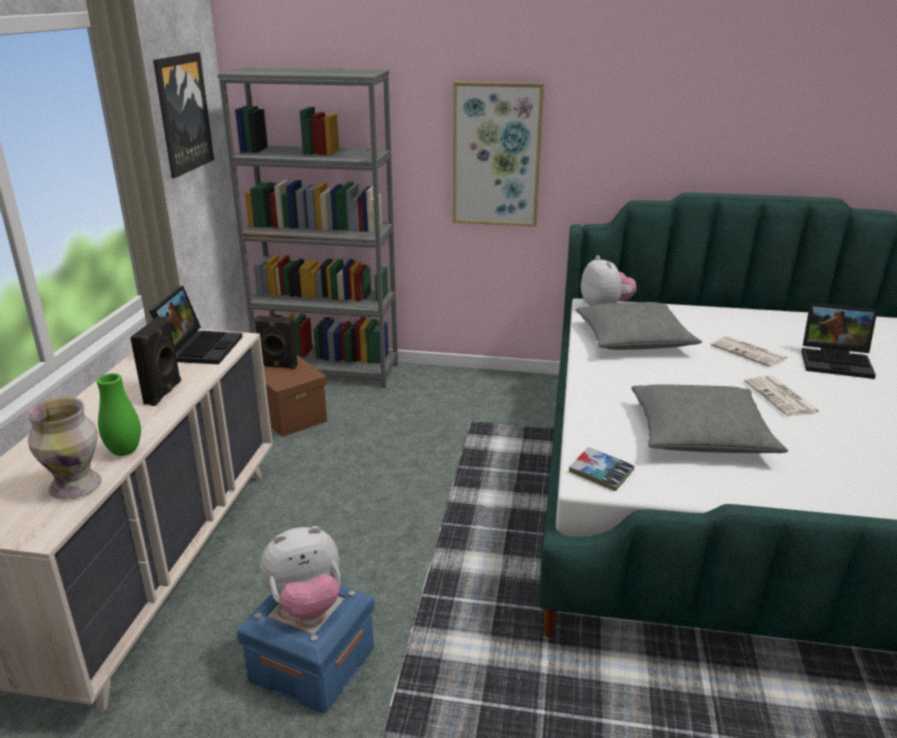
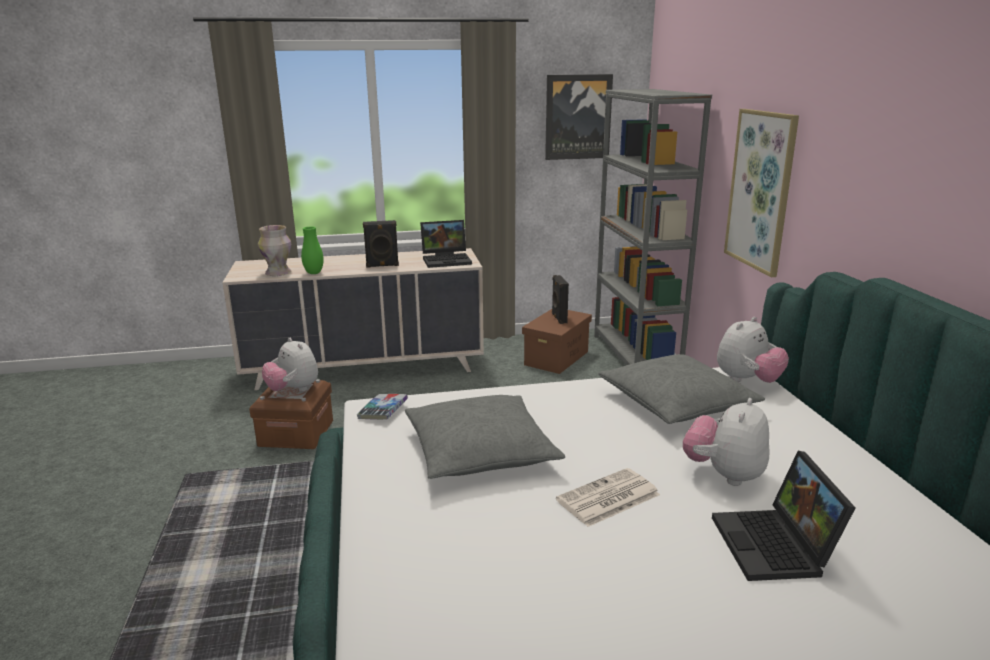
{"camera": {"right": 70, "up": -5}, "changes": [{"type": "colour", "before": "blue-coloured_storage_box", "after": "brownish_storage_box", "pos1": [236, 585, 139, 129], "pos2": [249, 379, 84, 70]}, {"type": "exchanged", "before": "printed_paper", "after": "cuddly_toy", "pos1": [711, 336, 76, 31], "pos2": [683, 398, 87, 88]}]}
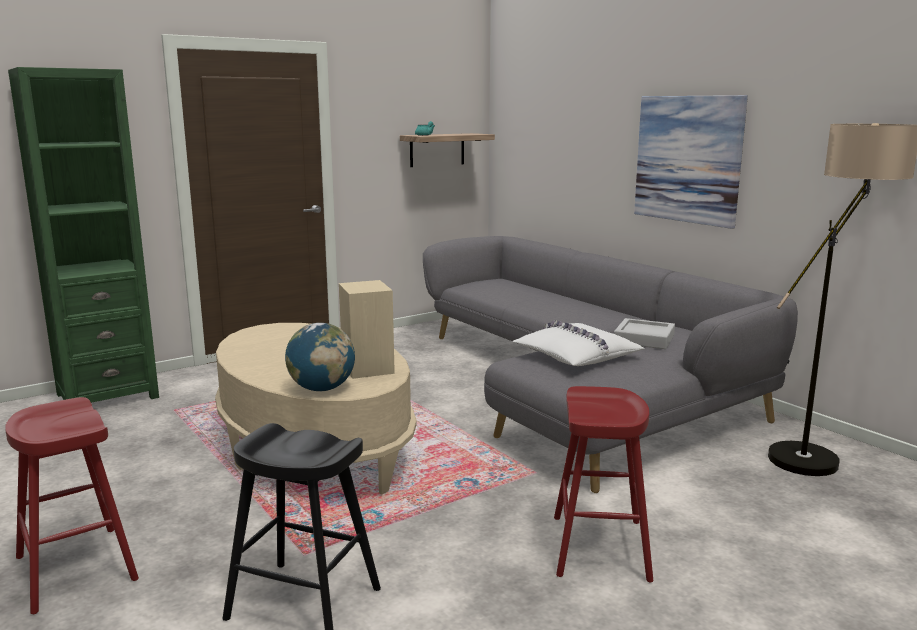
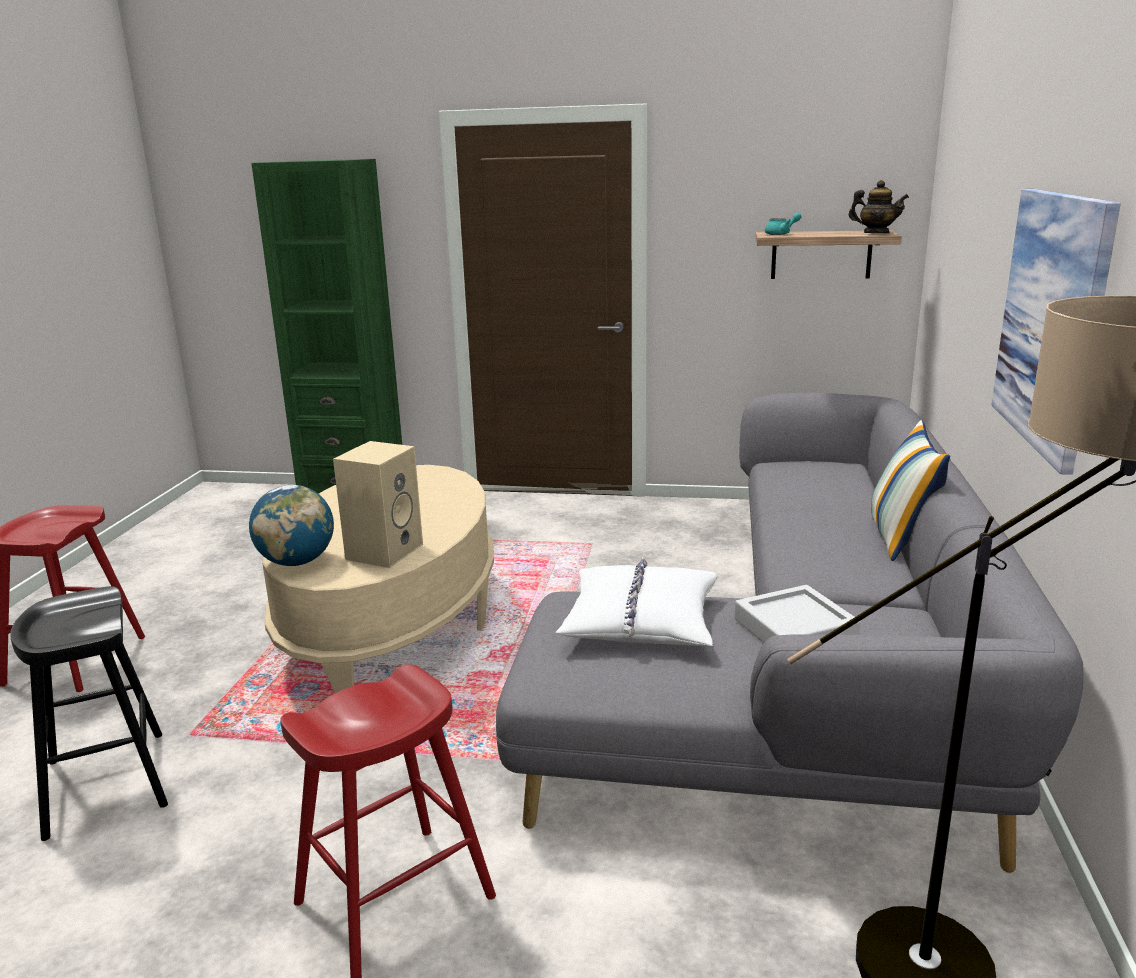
{"camera": {"right": 45, "up": 5}, "changes": [{"type": "appeared", "after": "tea_pot", "pos2": [848, 180, 61, 53]}, {"type": "appeared", "after": "pillow", "pos2": [871, 420, 79, 141]}]}
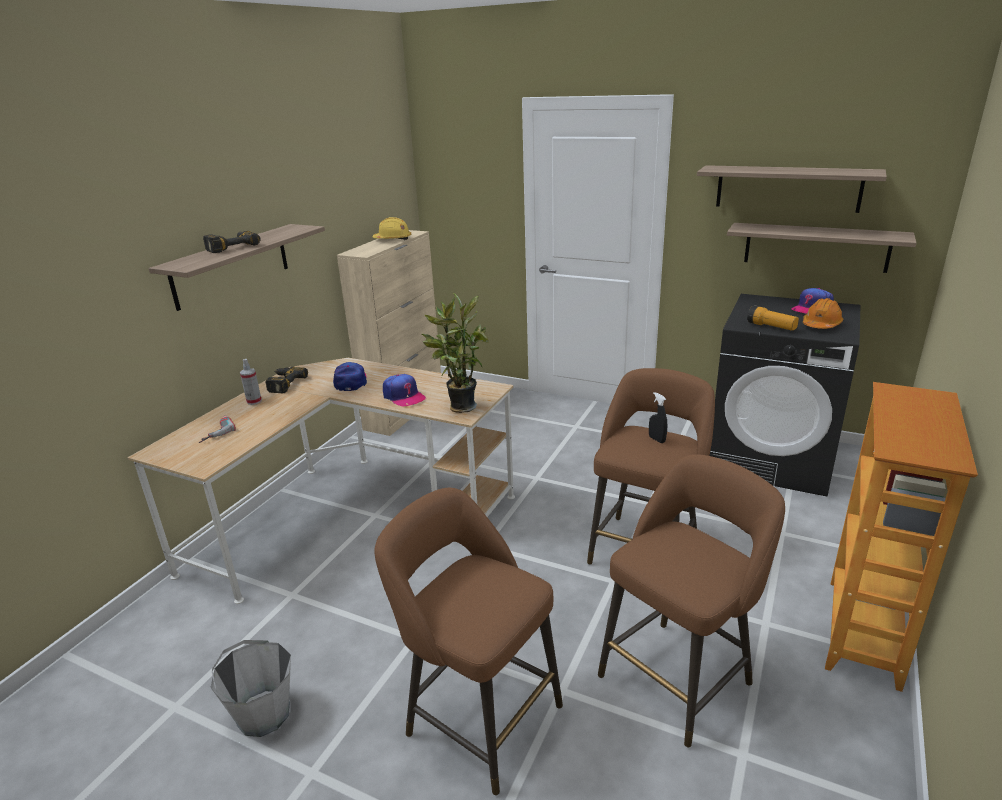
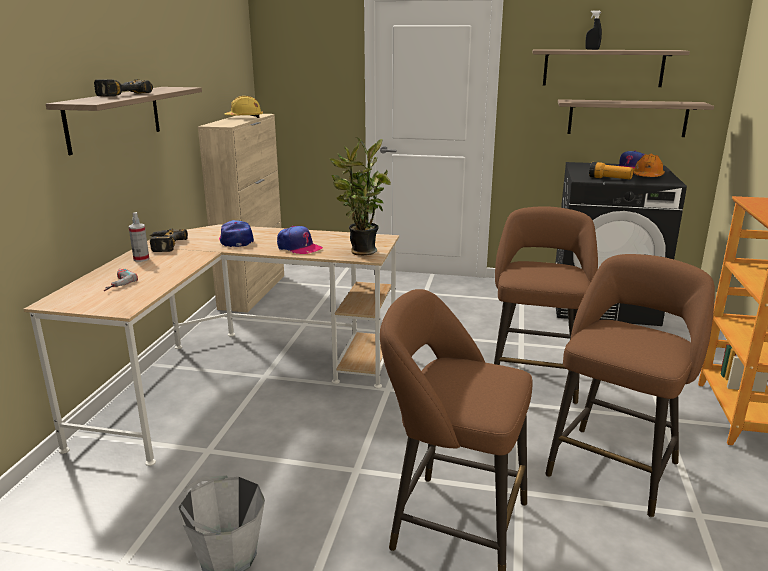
{"camera": {"right": -15, "up": -5}, "changes": [{"type": "relocated", "before": "blackish_sprayer", "pos1": [649, 392, 18, 51], "pos2": [585, 10, 17, 40]}]}
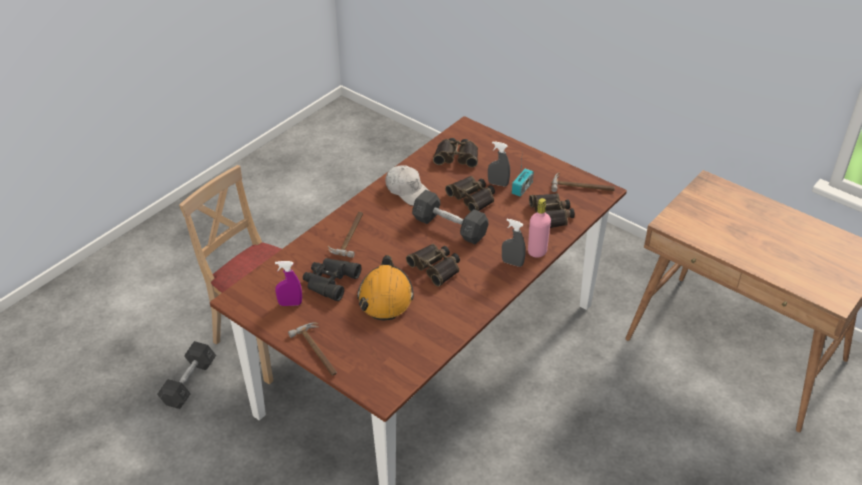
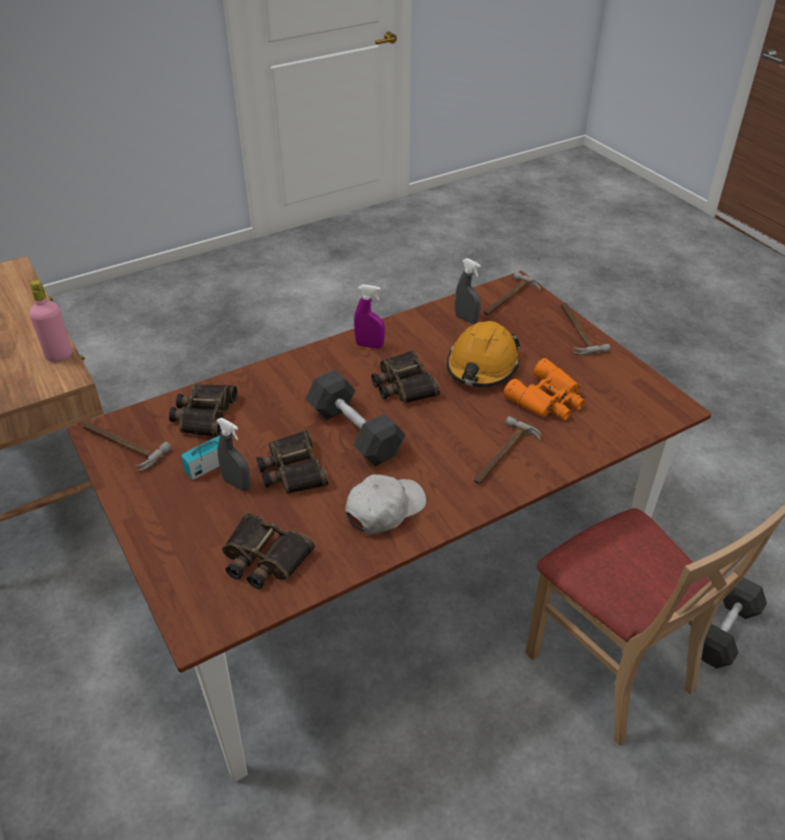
{"camera": {"right": -160, "up": 0}, "changes": [{"type": "relocated", "before": "pinkish_beverage_bottle", "pos1": [528, 198, 23, 60], "pos2": [30, 280, 42, 82]}, {"type": "spun", "before": "white_peaked_cap", "pos1": [385, 165, 44, 41], "pos2": [345, 474, 81, 61], "turn": 75}, {"type": "relocated", "before": "purplish_sprayer", "pos1": [275, 261, 27, 45], "pos2": [354, 284, 31, 65]}, {"type": "relocated", "before": "greyish_sprayer", "pos1": [502, 219, 24, 48], "pos2": [455, 258, 26, 66]}, {"type": "appeared", "after": "hammer", "pos2": [484, 272, 58, 43]}, {"type": "colour", "before": "blackish_pair_of_binoculars", "after": "orange_pair_of_binoculars", "pos1": [303, 258, 58, 43], "pos2": [504, 358, 81, 62]}]}
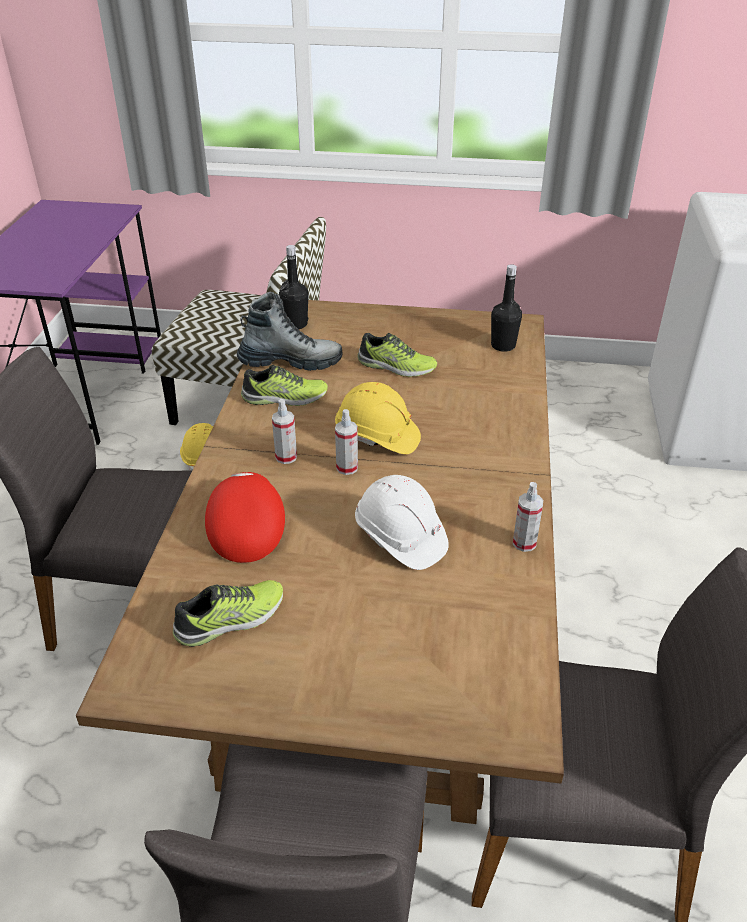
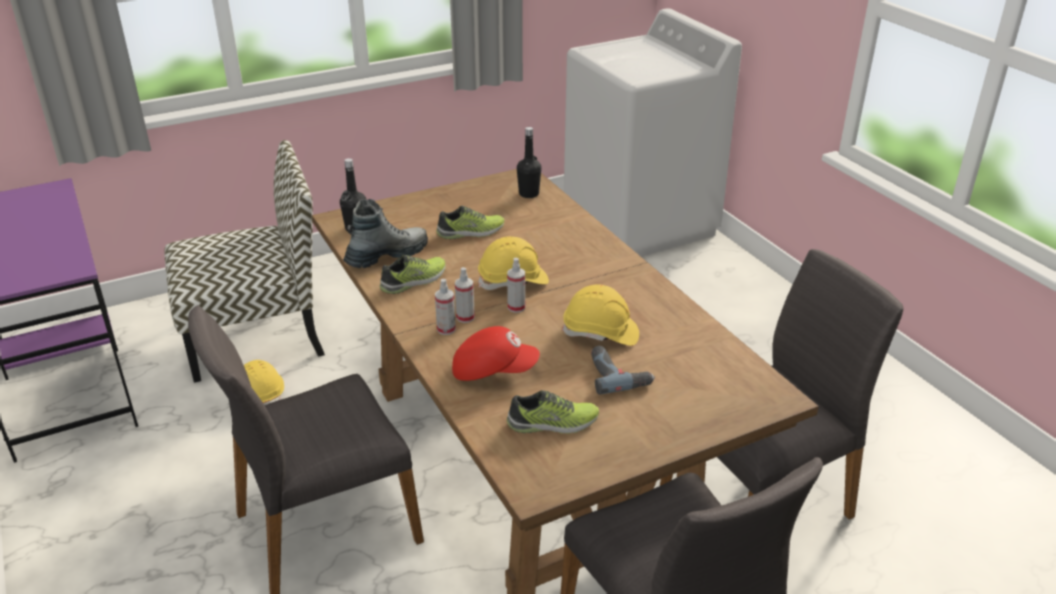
{"camera": {"right": -35, "up": -5}, "changes": [{"type": "relocated", "before": "sprayer", "pos1": [513, 482, 30, 70], "pos2": [435, 279, 21, 56]}, {"type": "spun", "before": "reddish_peaked_cap", "pos1": [205, 472, 80, 91], "pos2": [452, 326, 88, 55], "turn": 135}, {"type": "spun", "before": "shoe", "pos1": [173, 580, 110, 67], "pos2": [507, 390, 92, 44], "turn": 60}, {"type": "colour", "before": "white_safety_helmet", "after": "yellow_safety_helmet", "pos1": [355, 475, 94, 95], "pos2": [562, 285, 77, 61]}, {"type": "appeared", "after": "electric_drill", "pos2": [591, 346, 64, 49]}]}
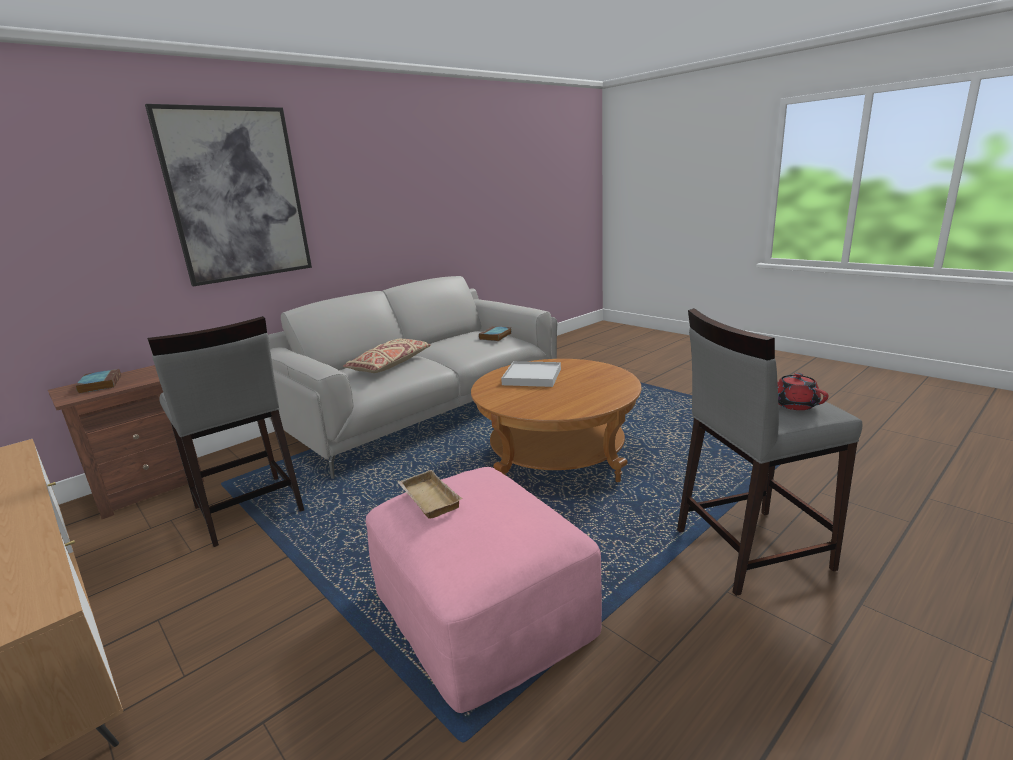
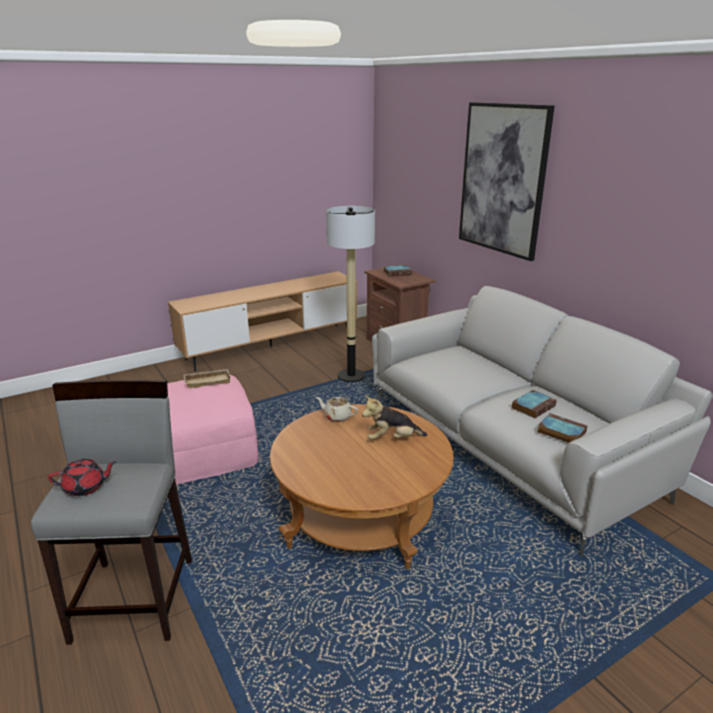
{"camera": {"right": 100, "up": 5}, "changes": [{"type": "appeared", "after": "beige_tea_pot", "pos2": [316, 397, 42, 25]}, {"type": "exchanged", "before": "greyish_stool_seat", "after": "standard_lamp", "pos1": [147, 316, 157, 231], "pos2": [326, 206, 49, 176]}, {"type": "exchanged", "before": "white_carrying_tray", "after": "cuddly_toy", "pos1": [501, 361, 60, 26], "pos2": [362, 396, 65, 43]}, {"type": "appeared", "after": "book", "pos2": [512, 390, 45, 29]}, {"type": "missing", "before": "beige_pillow", "pos1": [343, 339, 88, 34]}]}
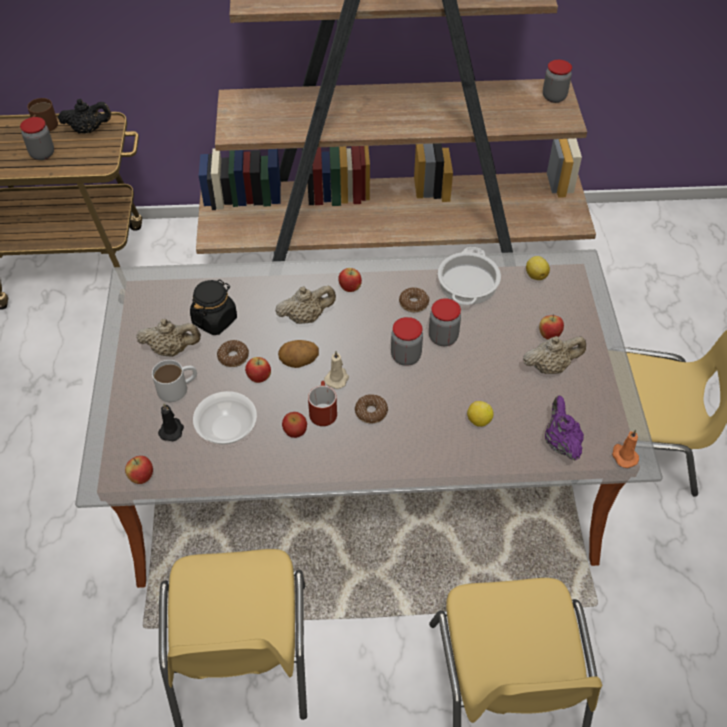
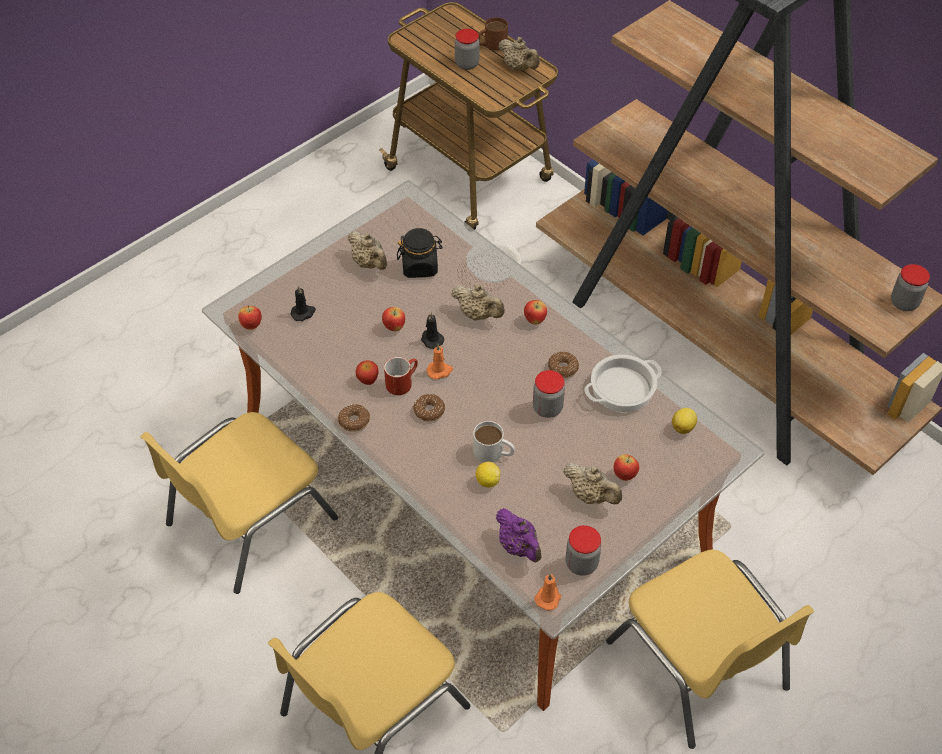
{"camera": {"right": 50, "up": 0}, "changes": [{"type": "relocated", "before": "doughnut", "pos1": [217, 340, 32, 27], "pos2": [338, 404, 32, 28]}, {"type": "exchanged", "before": "potato", "after": "blackish_candle", "pos1": [278, 340, 41, 28], "pos2": [421, 312, 23, 37]}, {"type": "colour", "before": "beige_candle", "after": "orange_candle", "pos1": [324, 351, 25, 38], "pos2": [427, 344, 26, 35]}, {"type": "relocated", "before": "serving_bowl", "pos1": [193, 391, 64, 54], "pos2": [466, 240, 55, 43]}, {"type": "relocated", "before": "white_mug", "pos1": [152, 360, 45, 42], "pos2": [473, 421, 42, 41]}, {"type": "spun", "before": "purplish_tea_pot", "pos1": [545, 395, 39, 65], "pos2": [496, 508, 46, 54], "turn": 105}, {"type": "colour", "before": "blackish_tea_pot", "after": "beige_tea_pot", "pos1": [58, 99, 53, 35], "pos2": [498, 37, 42, 34]}, {"type": "relocated", "before": "jar", "pos1": [391, 317, 32, 49], "pos2": [566, 525, 35, 51]}]}
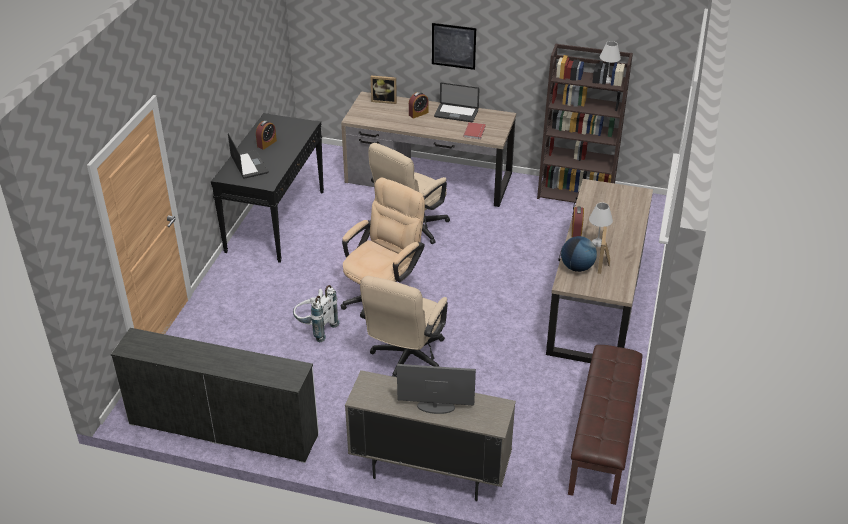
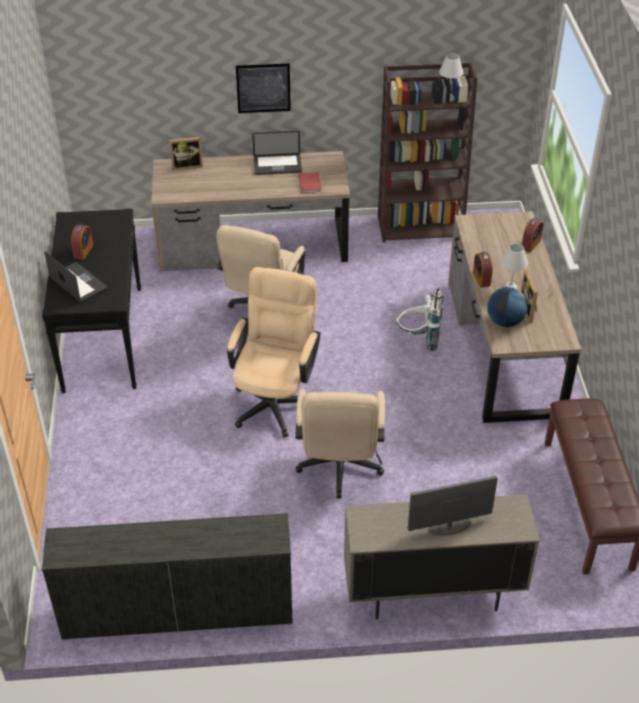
{"camera": {"right": -20, "up": 5}, "changes": [{"type": "relocated", "before": "white_knapsack", "pos1": [293, 285, 47, 57], "pos2": [396, 289, 47, 62]}, {"type": "relocated", "before": "bedside_clock", "pos1": [409, 92, 20, 27], "pos2": [522, 218, 21, 34]}]}
